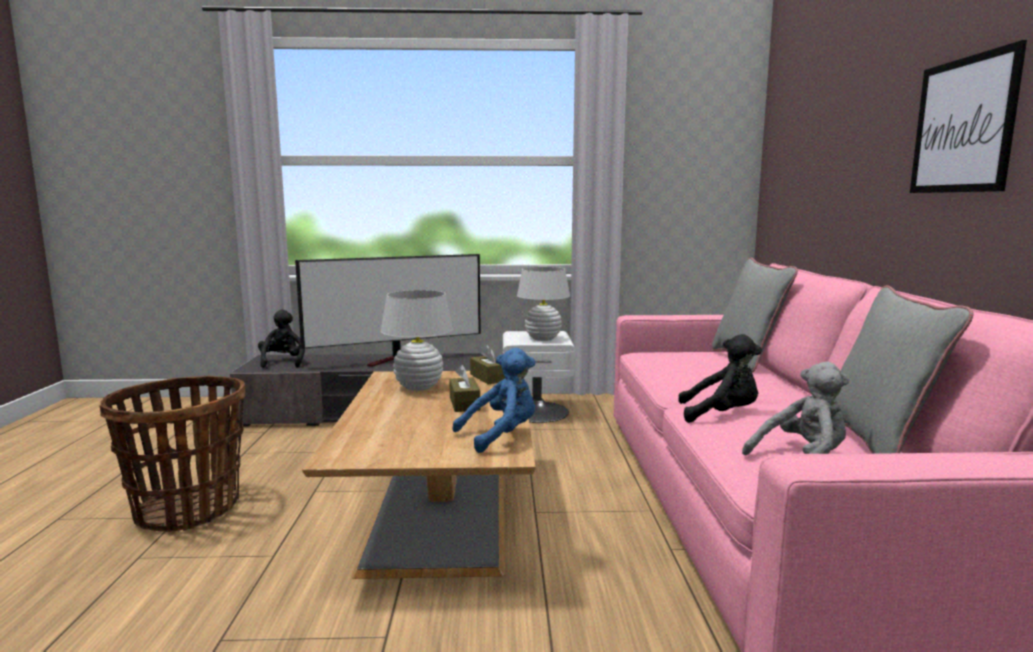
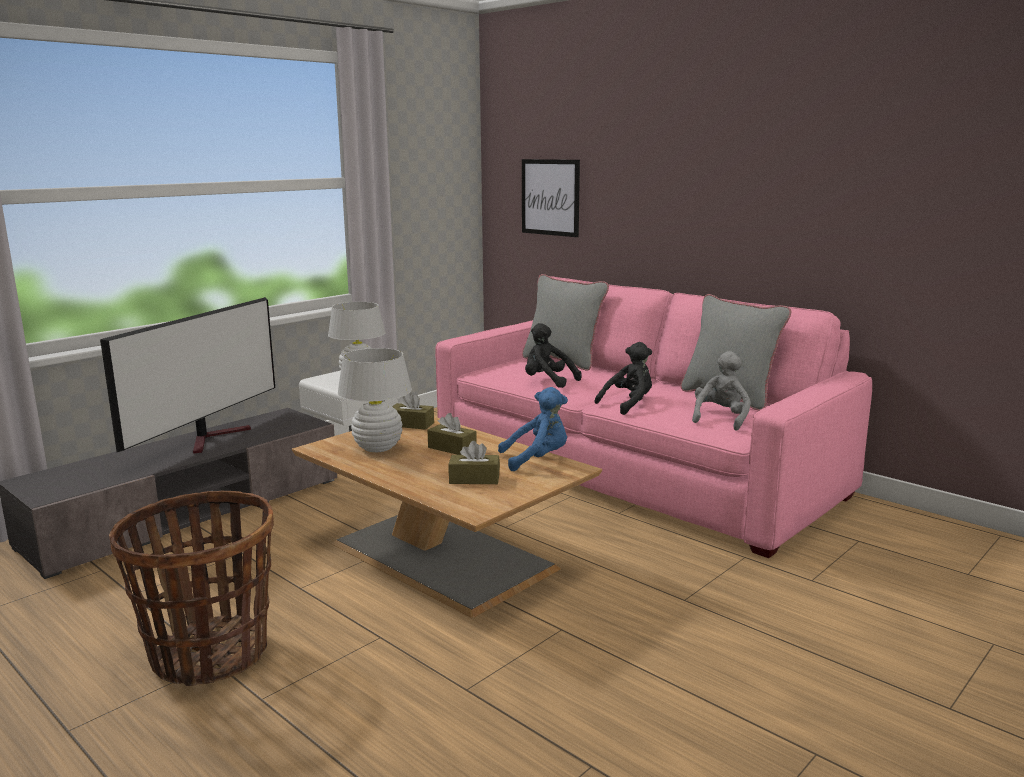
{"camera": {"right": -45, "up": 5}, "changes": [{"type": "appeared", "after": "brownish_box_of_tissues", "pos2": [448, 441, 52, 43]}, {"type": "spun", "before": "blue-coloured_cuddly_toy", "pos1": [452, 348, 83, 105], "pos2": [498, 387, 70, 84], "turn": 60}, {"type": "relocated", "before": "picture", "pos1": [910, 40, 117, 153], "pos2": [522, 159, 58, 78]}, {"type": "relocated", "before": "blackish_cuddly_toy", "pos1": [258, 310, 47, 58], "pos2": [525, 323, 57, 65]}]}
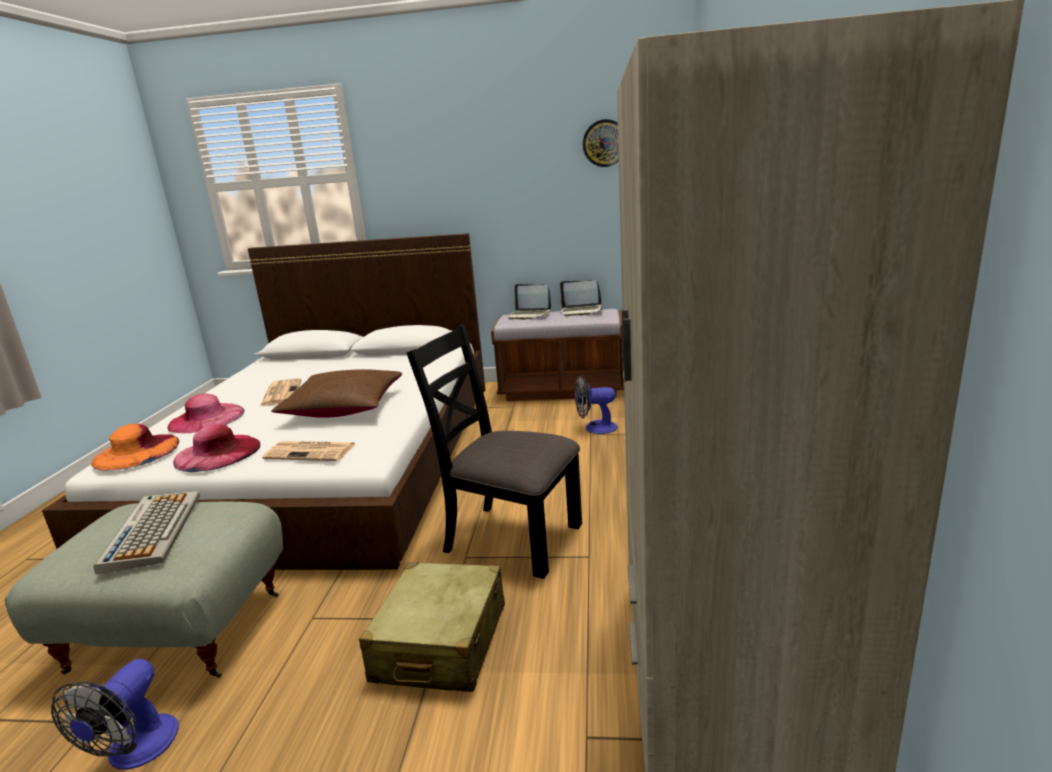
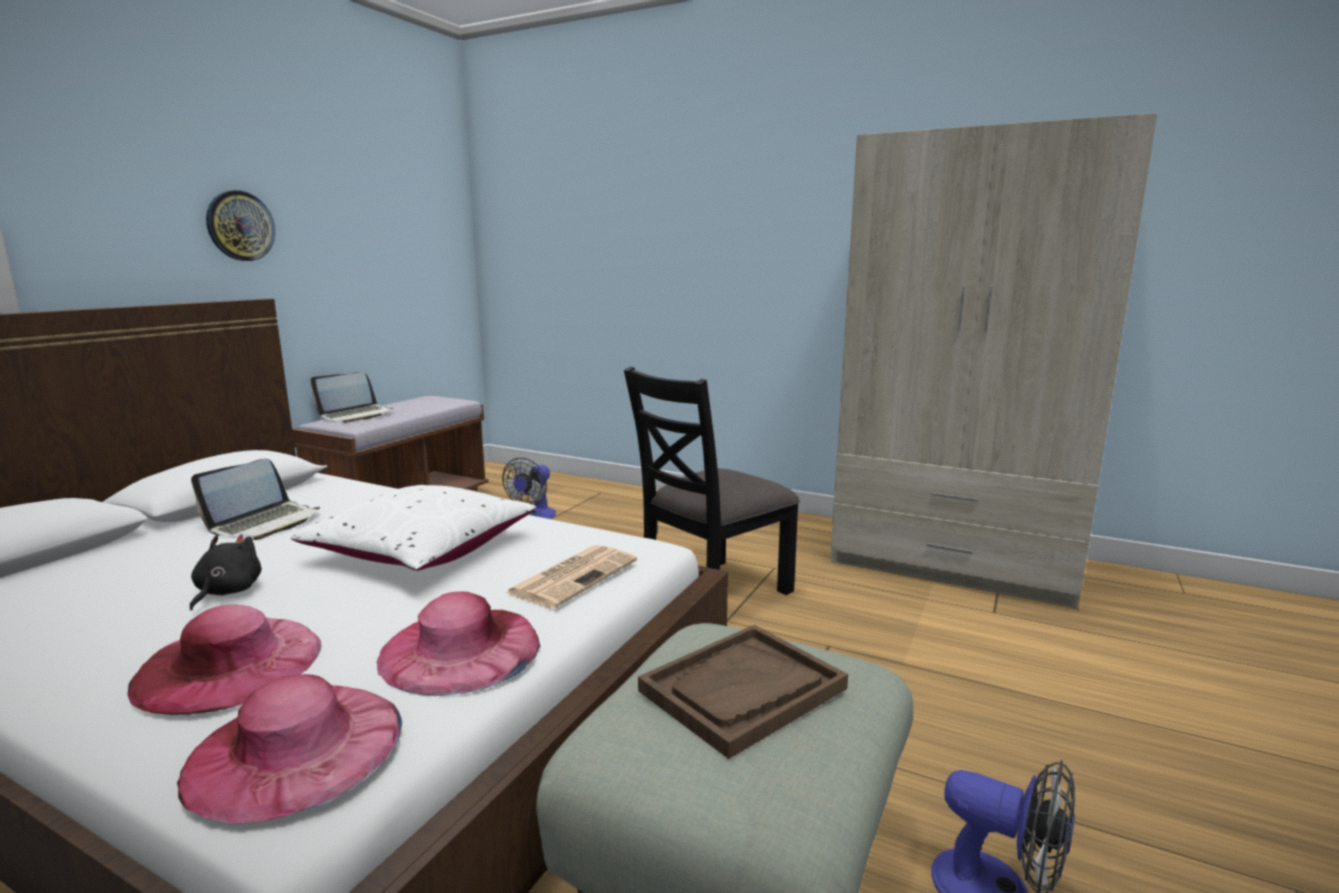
{"camera": {"right": -70, "up": -5}, "changes": [{"type": "colour", "before": "orange_wearable_hat", "after": "pinkish_wearable_hat", "pos1": [91, 424, 88, 47], "pos2": [177, 674, 225, 150]}, {"type": "exchanged", "before": "printed_paper", "after": "blackish_cuddly_toy", "pos1": [260, 378, 41, 28], "pos2": [190, 534, 72, 77]}, {"type": "relocated", "before": "notebook_computer", "pos1": [560, 280, 44, 36], "pos2": [191, 459, 129, 81]}, {"type": "relocated", "before": "hanging_clock", "pos1": [583, 119, 36, 48], "pos2": [206, 190, 69, 71]}, {"type": "colour", "before": "brownish_pillow", "after": "white_pillow", "pos1": [271, 369, 131, 49], "pos2": [291, 485, 245, 86]}, {"type": "exchanged", "before": "PC_keyboard", "after": "brownish_carrying_tray", "pos1": [93, 491, 107, 84], "pos2": [638, 625, 210, 134]}, {"type": "missing", "before": "beige_suitcase", "pos1": [359, 562, 146, 130]}]}
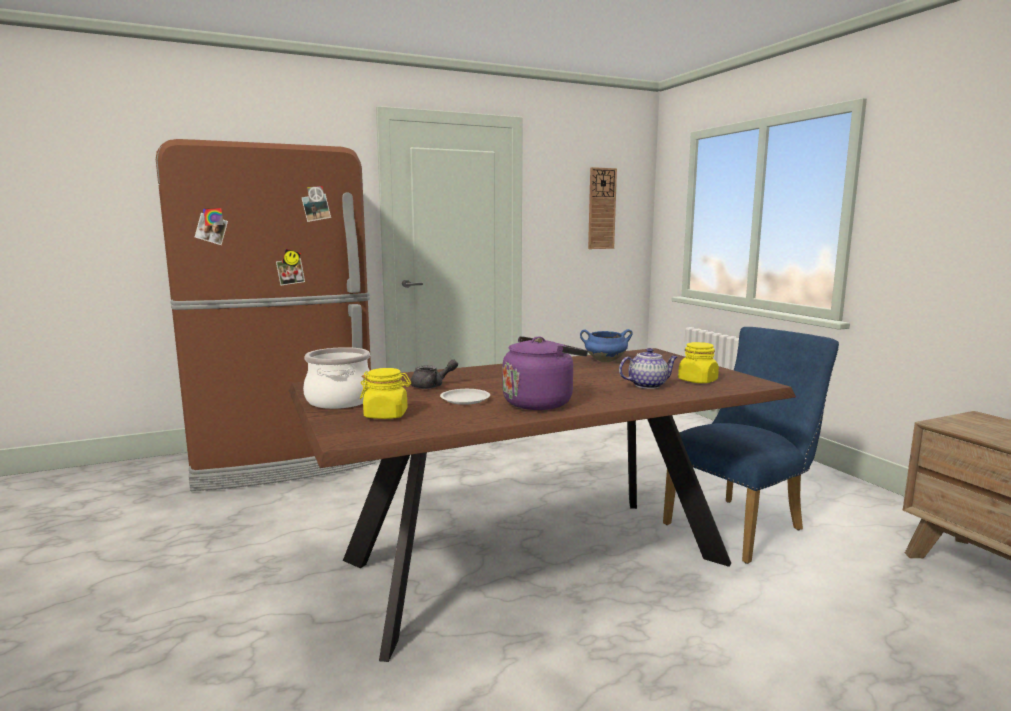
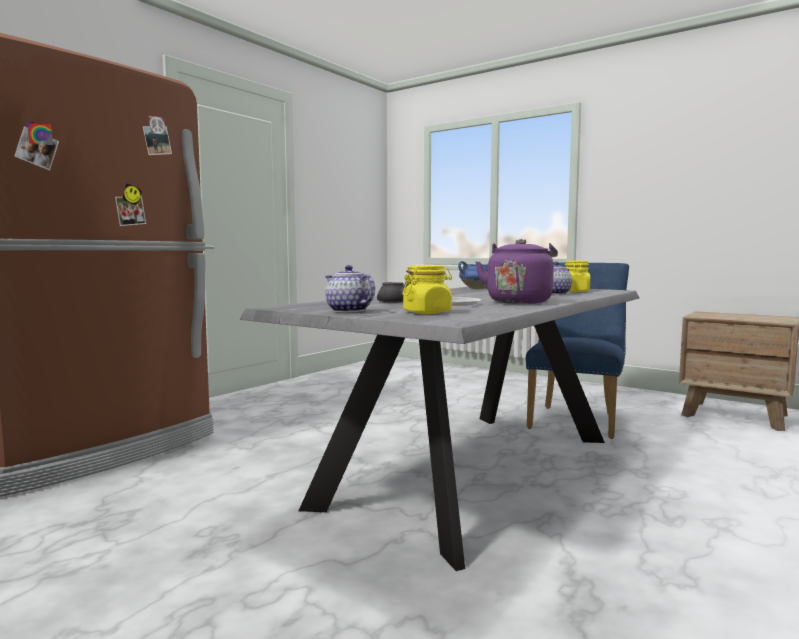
{"camera": {"right": -30, "up": -5}, "changes": [{"type": "colour", "before": "brownish_kitchen_table", "after": "greyish_kitchen_table", "pos1": [289, 348, 507, 314], "pos2": [240, 287, 399, 284]}, {"type": "exchanged", "before": "stockpot", "after": "tea_pot", "pos1": [303, 347, 67, 62], "pos2": [325, 265, 50, 47]}, {"type": "missing", "before": "hanging_clock", "pos1": [588, 167, 29, 82]}]}
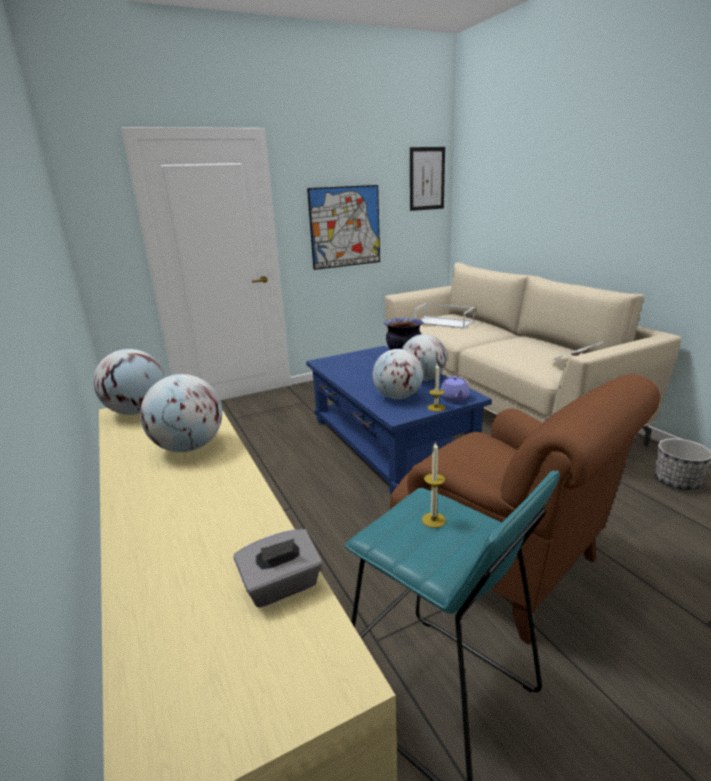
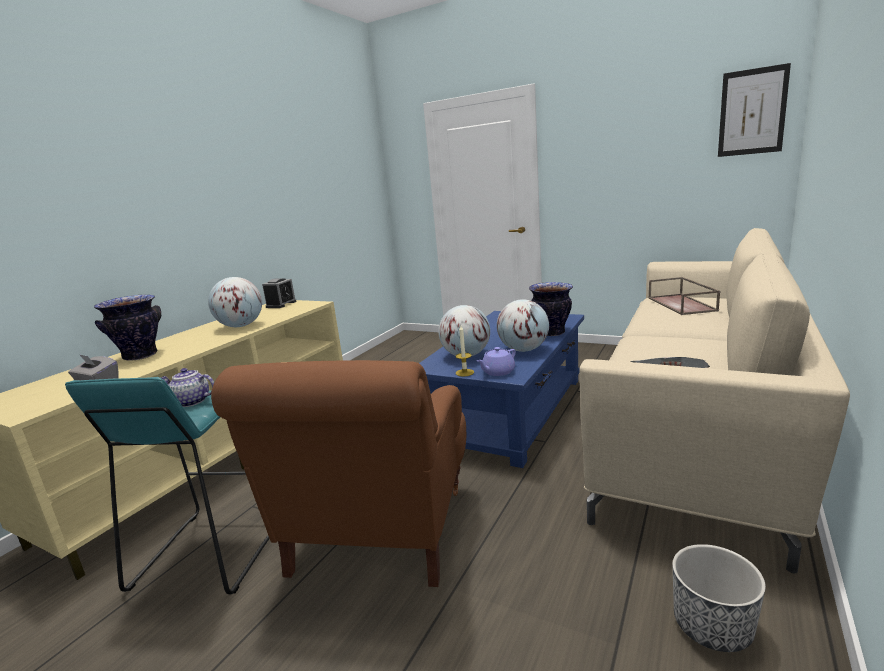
{"camera": {"right": 55, "up": -5}, "changes": [{"type": "appeared", "after": "flower_vase", "pos2": [94, 295, 67, 66]}, {"type": "exchanged", "before": "candle", "after": "tea_pot", "pos1": [422, 442, 24, 86], "pos2": [161, 368, 53, 39]}, {"type": "exchanged", "before": "desk_globe", "after": "bedside_clock", "pos1": [93, 349, 72, 66], "pos2": [262, 278, 34, 30]}, {"type": "colour", "before": "white_carrying_tray", "after": "brownish_carrying_tray", "pos1": [415, 303, 60, 26], "pos2": [648, 277, 72, 38]}, {"type": "missing", "before": "picture", "pos1": [307, 185, 73, 85]}]}
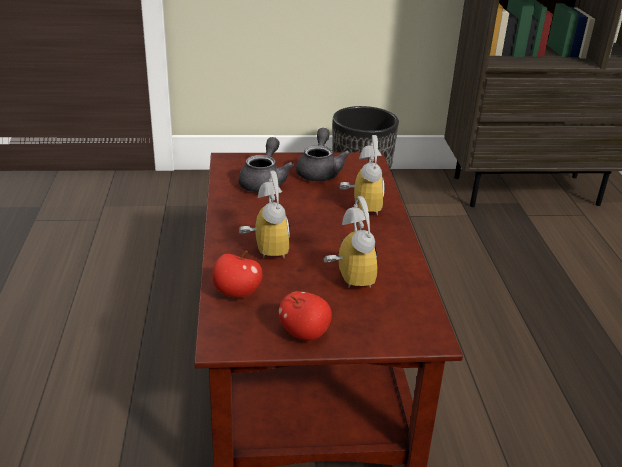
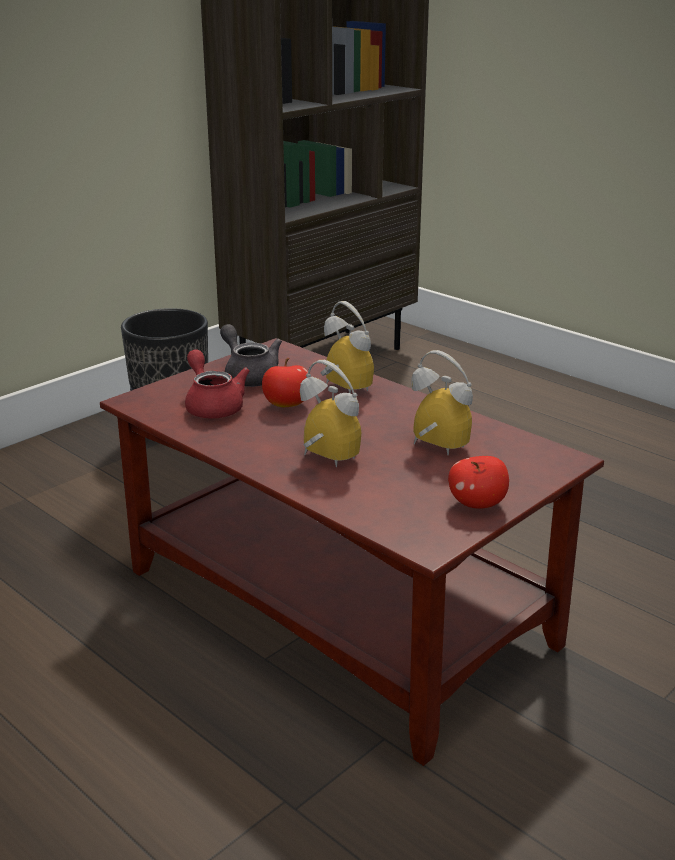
{"camera": {"right": -40, "up": -5}, "changes": [{"type": "colour", "before": "greyish_tea_pot", "after": "reddish_tea_pot", "pos1": [238, 137, 56, 56], "pos2": [185, 349, 65, 70]}, {"type": "relocated", "before": "apple_fruit", "pos1": [212, 251, 50, 47], "pos2": [262, 358, 49, 49]}]}
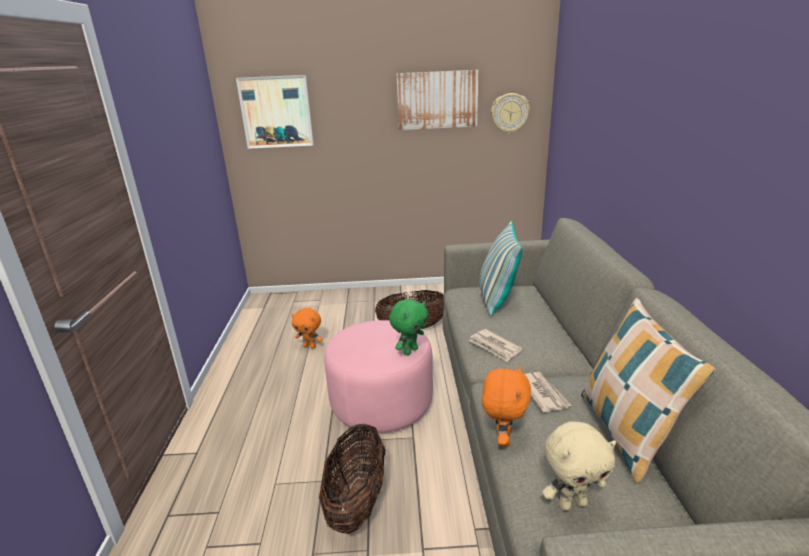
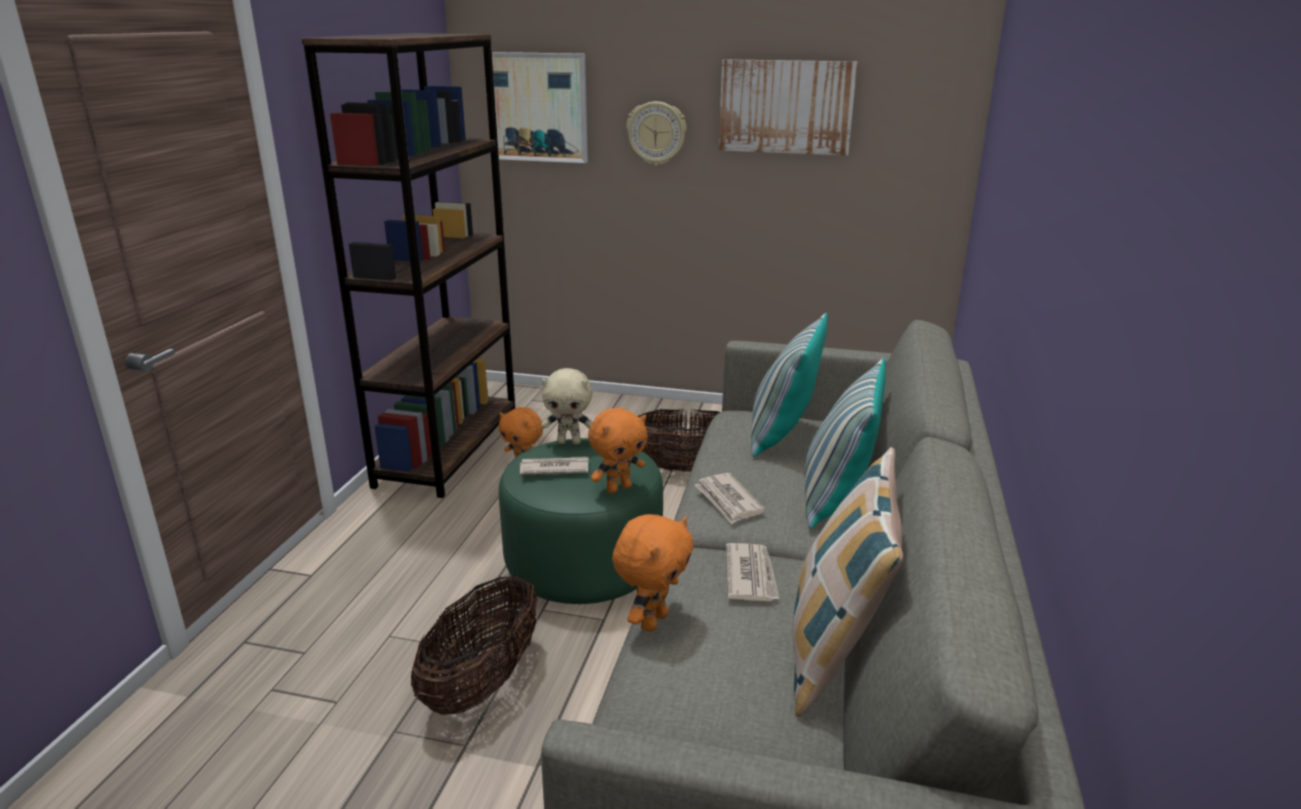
{"camera": {"right": 15, "up": 0}, "changes": [{"type": "appeared", "after": "brownish_shelving_unit", "pos2": [301, 33, 214, 465]}, {"type": "colour", "before": "pinkish_ottoman", "after": "green-coloured_ottoman", "pos1": [324, 320, 109, 113], "pos2": [499, 438, 164, 166]}, {"type": "appeared", "after": "printed_paper", "pos2": [520, 457, 69, 18]}, {"type": "relocated", "before": "beige_cuddly_toy", "pos1": [542, 422, 75, 89], "pos2": [541, 368, 52, 77]}, {"type": "colour", "before": "green-coloured_cuddly_toy", "after": "orange_cuddly_toy", "pos1": [389, 299, 39, 56], "pos2": [588, 408, 60, 85]}, {"type": "relocated", "before": "hanging_clock", "pos1": [491, 93, 39, 41], "pos2": [626, 101, 61, 65]}, {"type": "appeared", "after": "pillow", "pos2": [805, 357, 81, 172]}]}
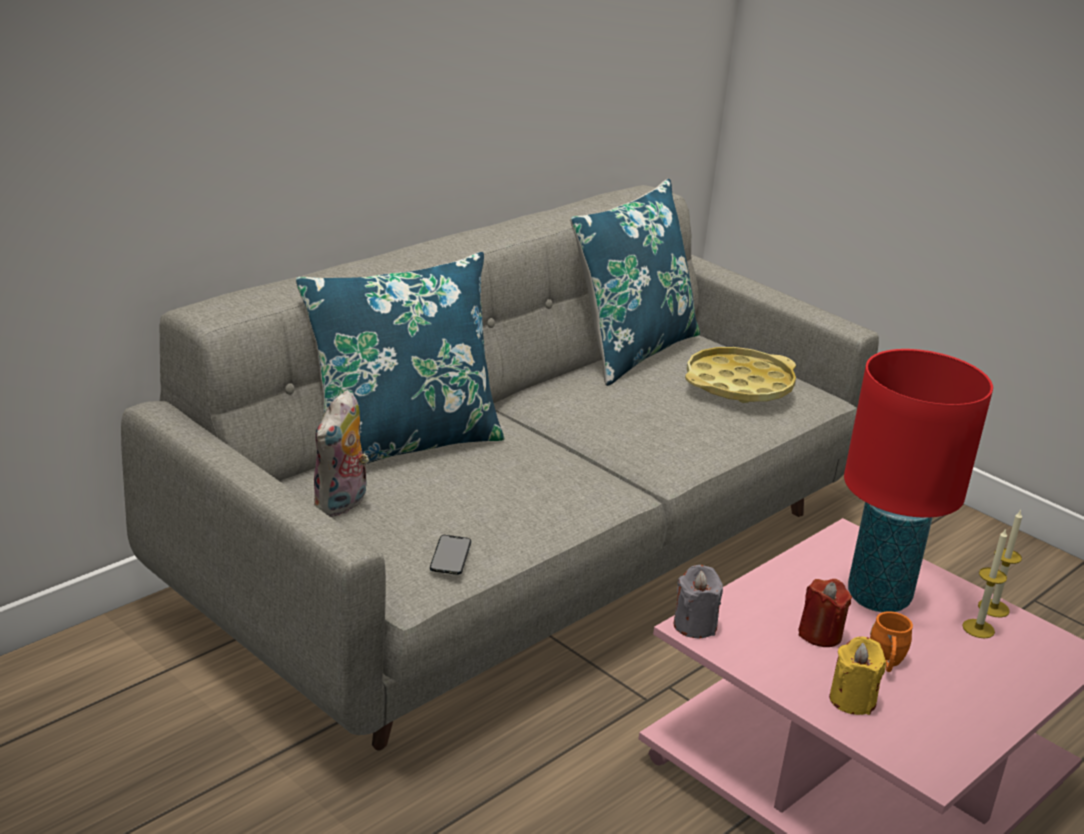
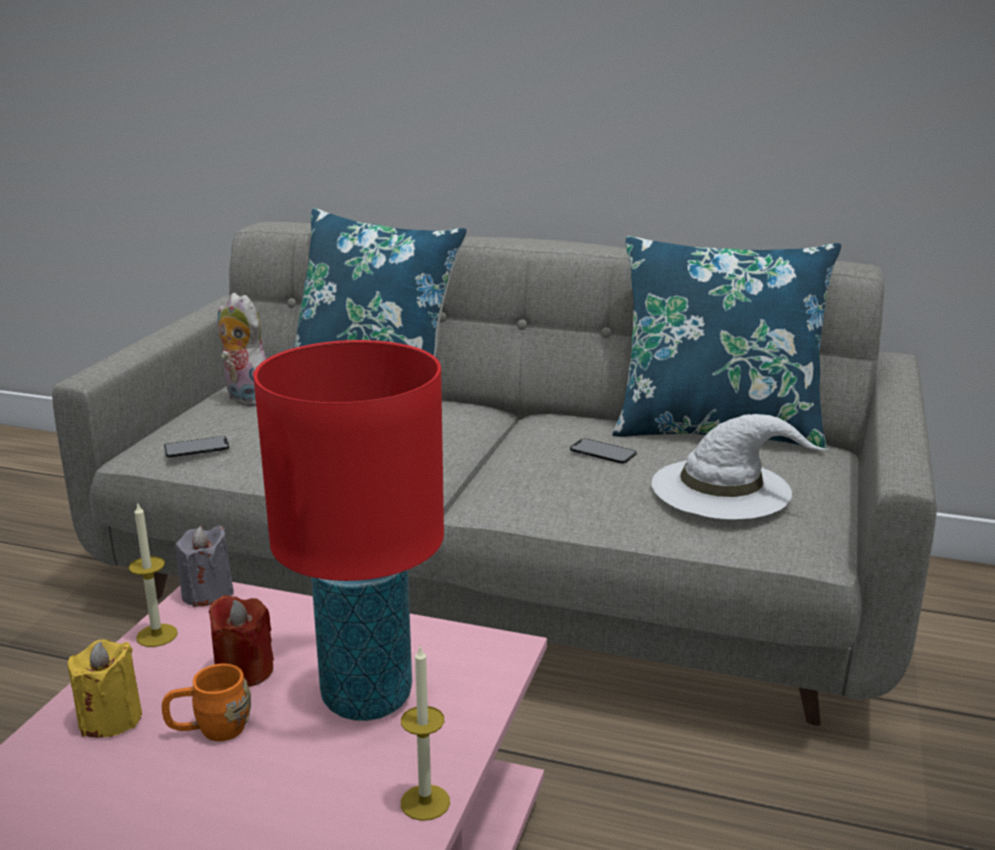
{"camera": {"right": 65, "up": -5}, "changes": [{"type": "relocated", "before": "candle", "pos1": [962, 528, 45, 111], "pos2": [129, 504, 49, 143]}, {"type": "spun", "before": "cuddly_toy", "pos1": [313, 390, 56, 127], "pos2": [218, 293, 49, 114], "turn": 45}, {"type": "appeared", "after": "handset", "pos2": [570, 438, 67, 26]}, {"type": "exchanged", "before": "yellow_carrying_tray", "after": "white_wearable_hat", "pos1": [685, 347, 111, 56], "pos2": [652, 414, 176, 105]}]}
